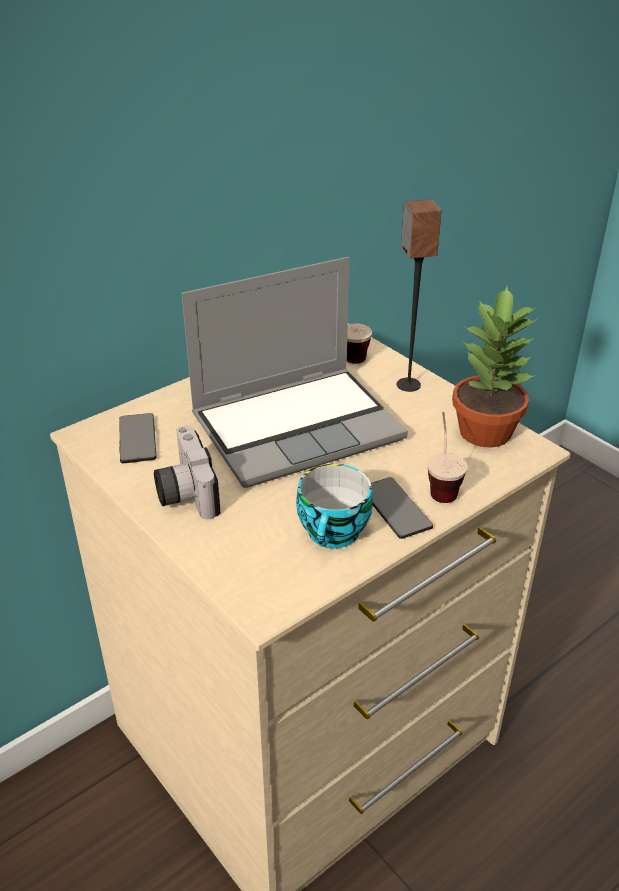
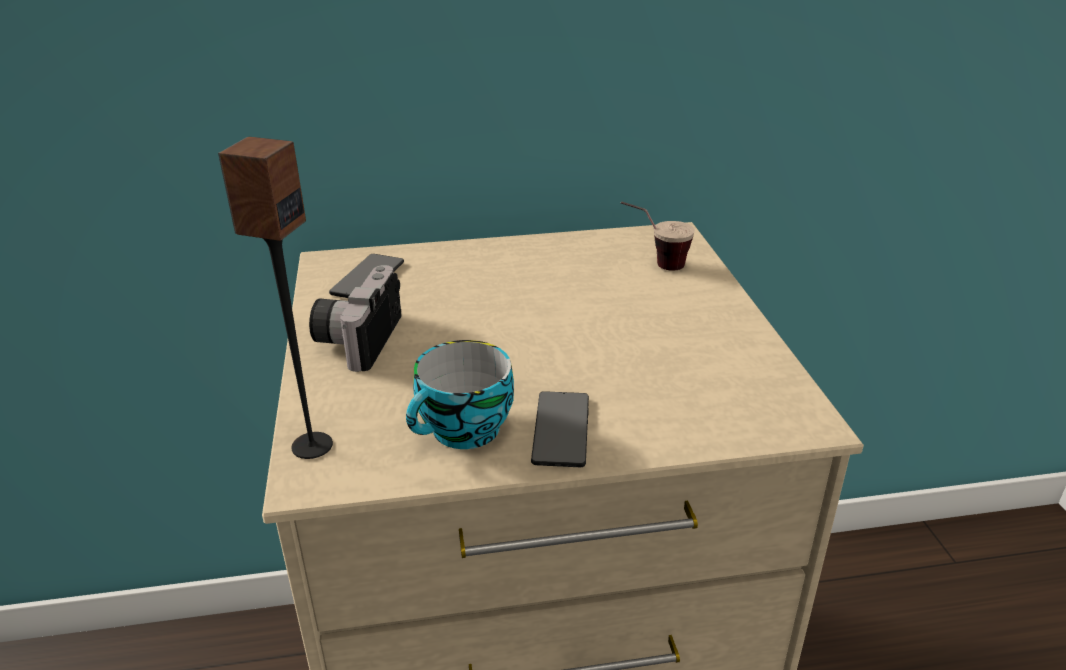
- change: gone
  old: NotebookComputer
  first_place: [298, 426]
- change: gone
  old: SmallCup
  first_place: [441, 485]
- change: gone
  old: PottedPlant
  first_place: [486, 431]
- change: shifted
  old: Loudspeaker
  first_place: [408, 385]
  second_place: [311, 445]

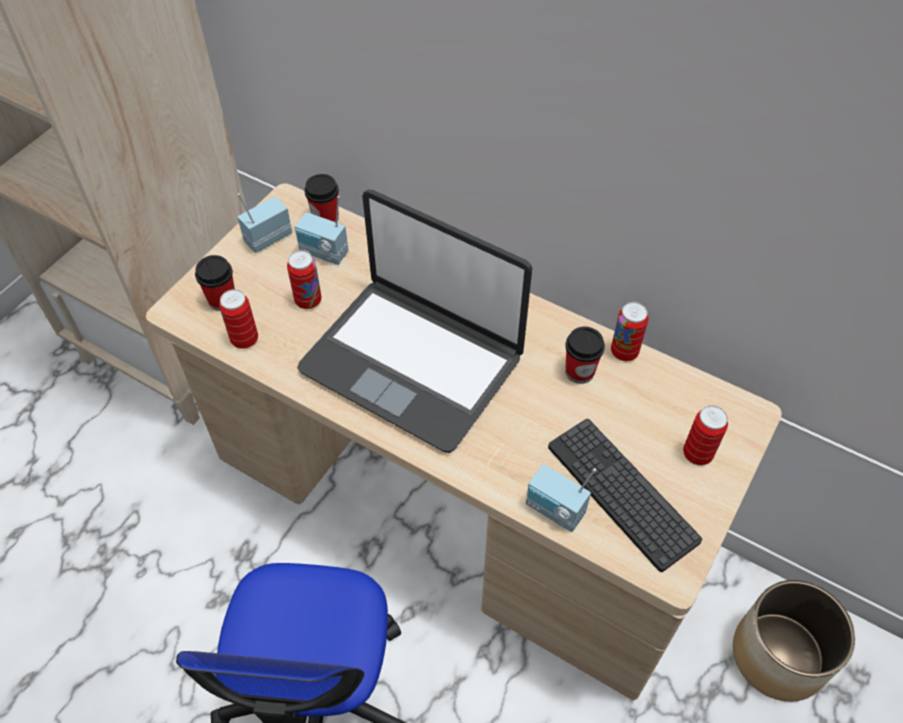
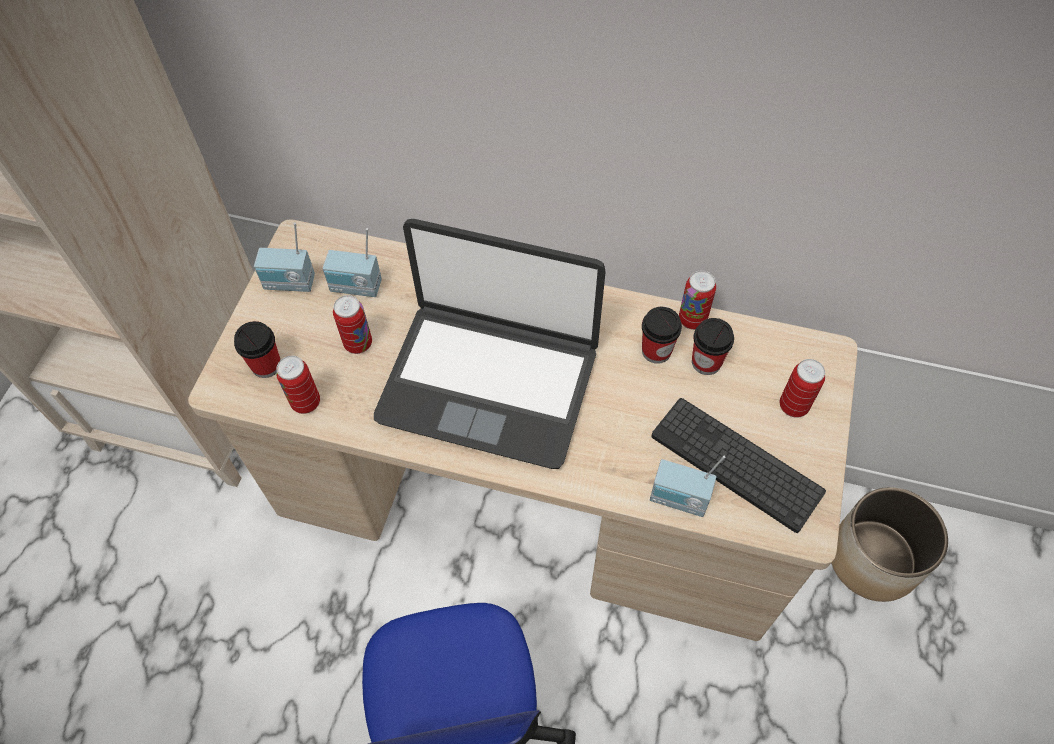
- change: shifted
  old: SmallCup
  first_place: [325, 218]
  second_place: [706, 362]
- change: rotated
  old: RadioSet
  first_place: [267, 237]
  second_place: [289, 284]
  degrees: -120

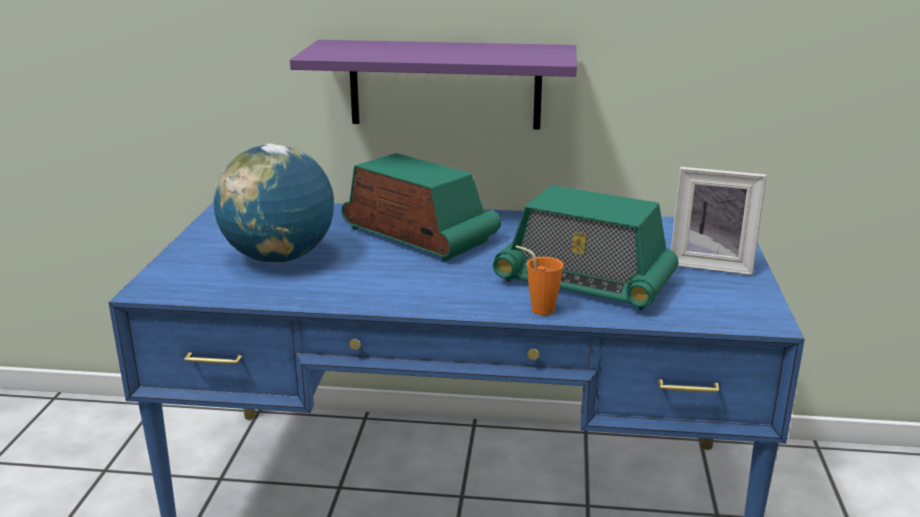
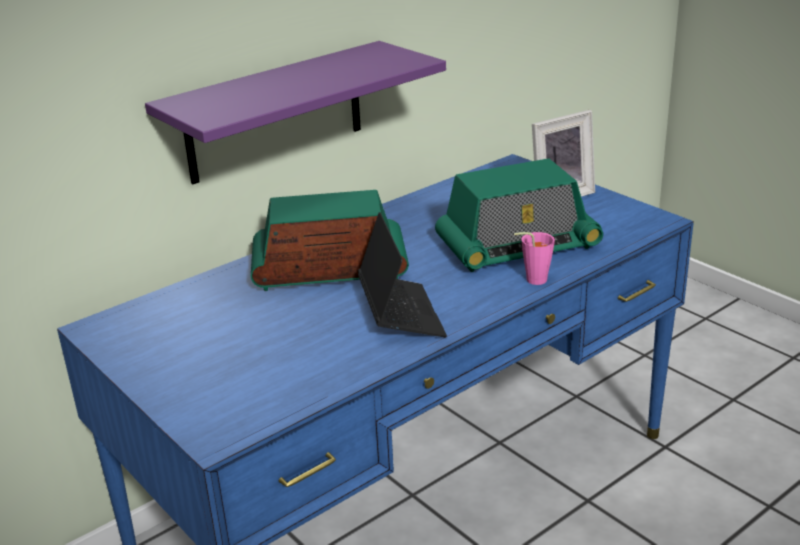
- change: gone
  old: Globe
  first_place: [279, 258]
- change: new
  new: NotebookComputer
  second_place: [400, 314]
- change: repainted
  old: OrangeColouredSmallCup
  new: PinkColouredSmallCup
  first_place: [538, 308]
  second_place: [531, 280]

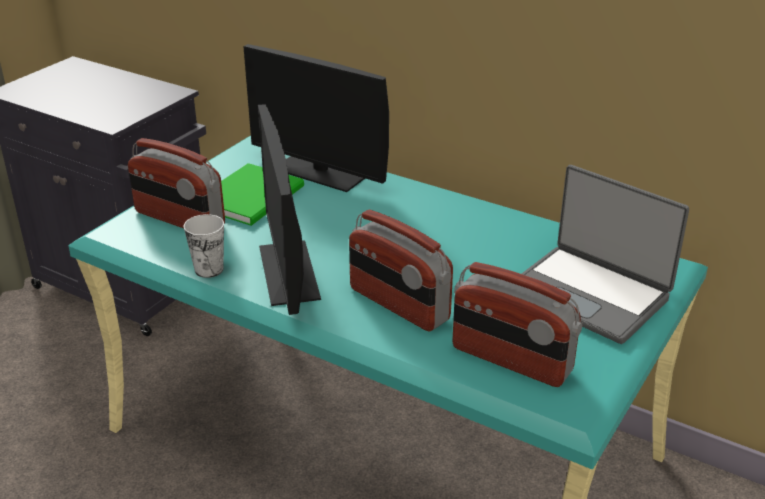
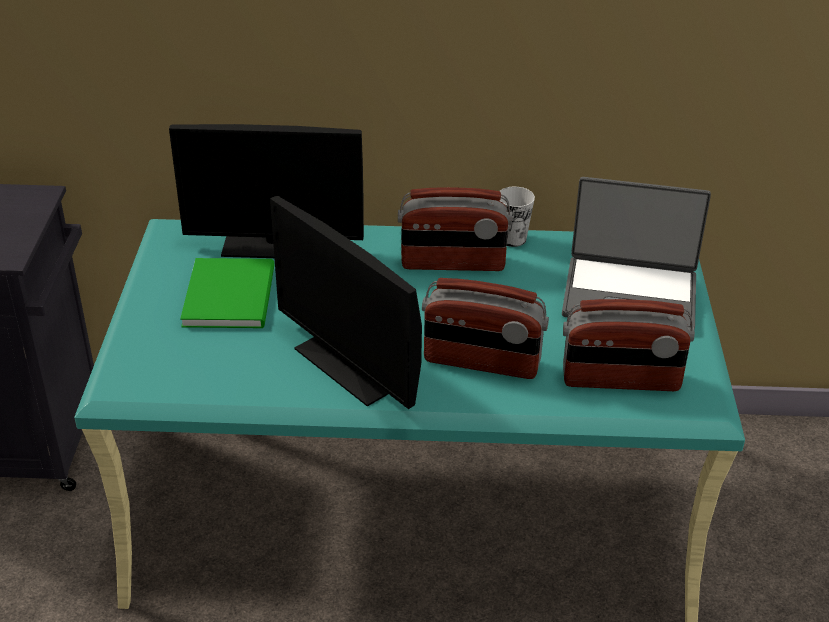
- change: shifted
  old: RadioSet
  first_place: [179, 219]
  second_place: [453, 263]
- change: shifted
  old: SmallCup
  first_place: [209, 269]
  second_place: [512, 239]

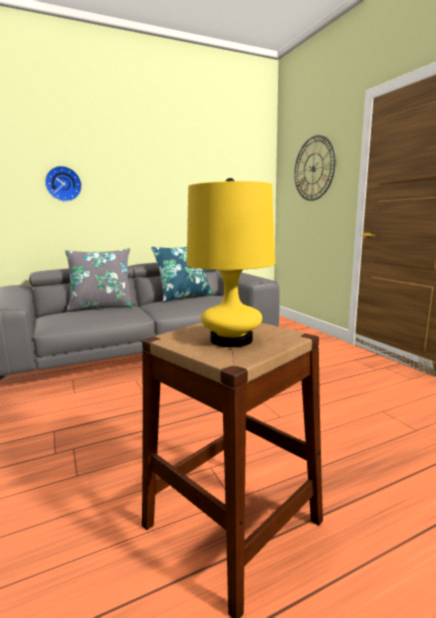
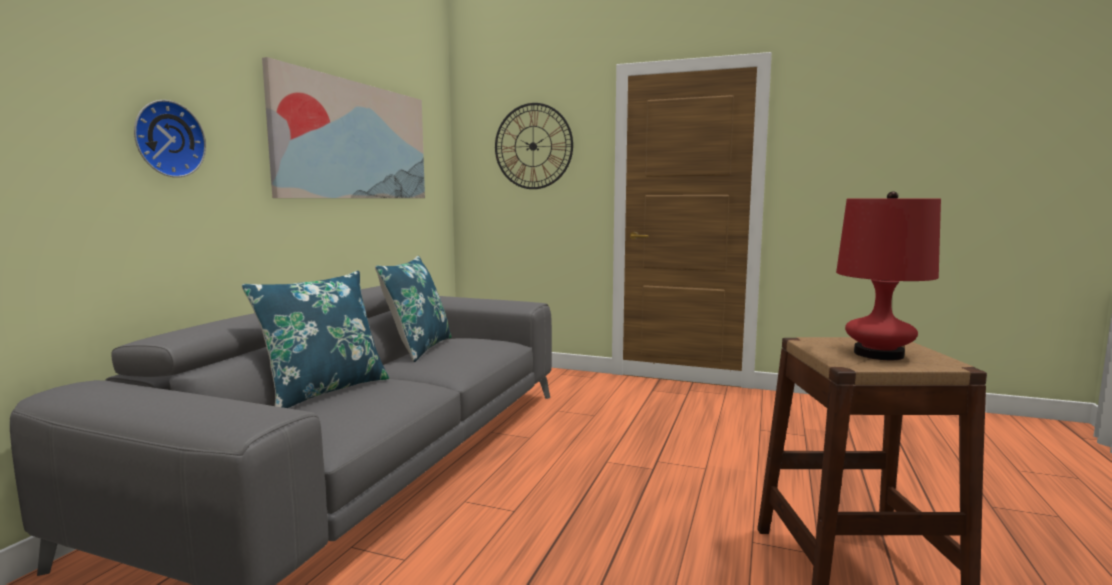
- change: new
  new: WallPicture
  second_place: [356, 141]
- change: repainted
  old: GreyishCushion
  new: BlueCushion
  first_place: [101, 306]
  second_place: [324, 390]
- change: repainted
  old: YellowishTabletopLamp
  new: ReddishTabletopLamp
  first_place: [231, 340]
  second_place: [878, 354]

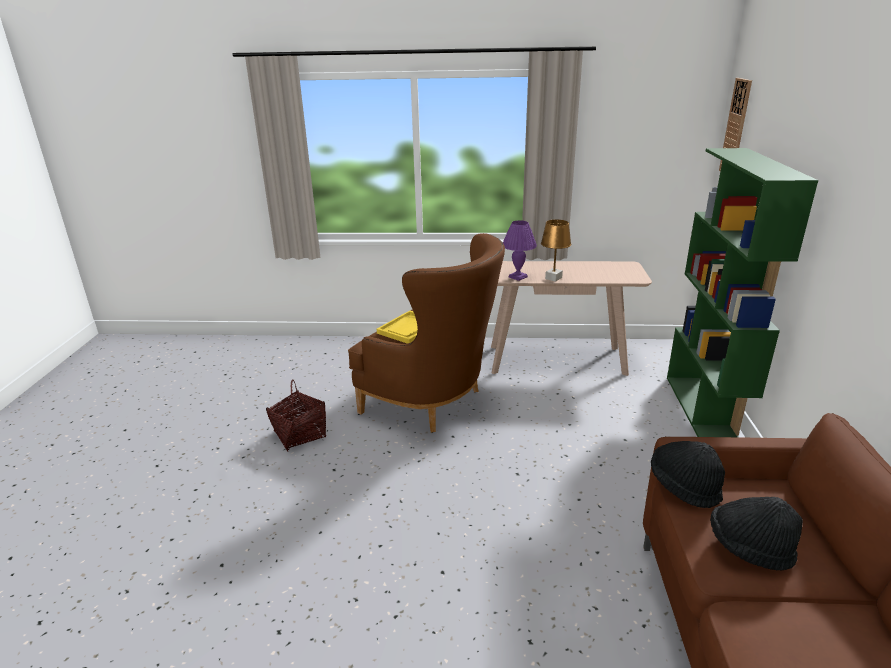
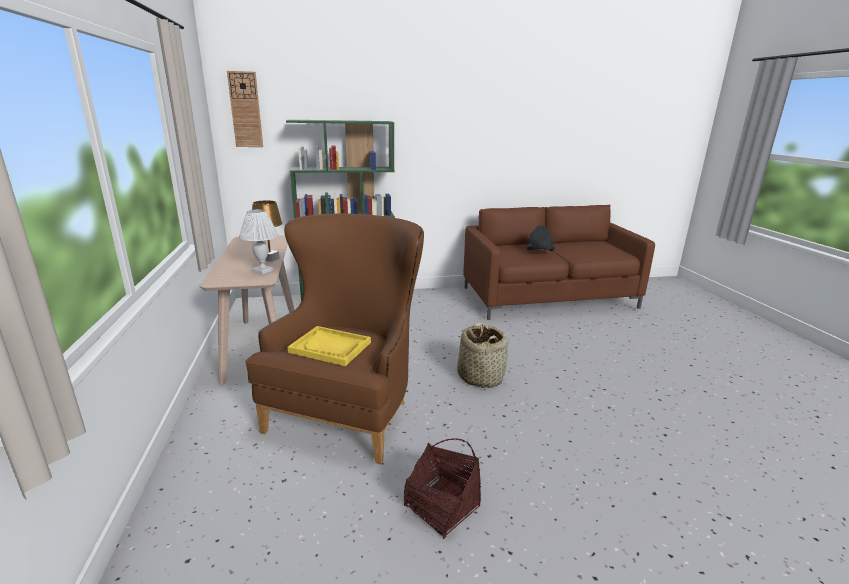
- change: gone
  old: BlackishHat
  first_place: [684, 486]
- change: new
  new: StorageBasket
  second_place: [480, 377]
- change: repainted
  old: PurpleTabletopLamp
  new: WhitishTabletopLamp
  first_place: [517, 277]
  second_place: [263, 271]

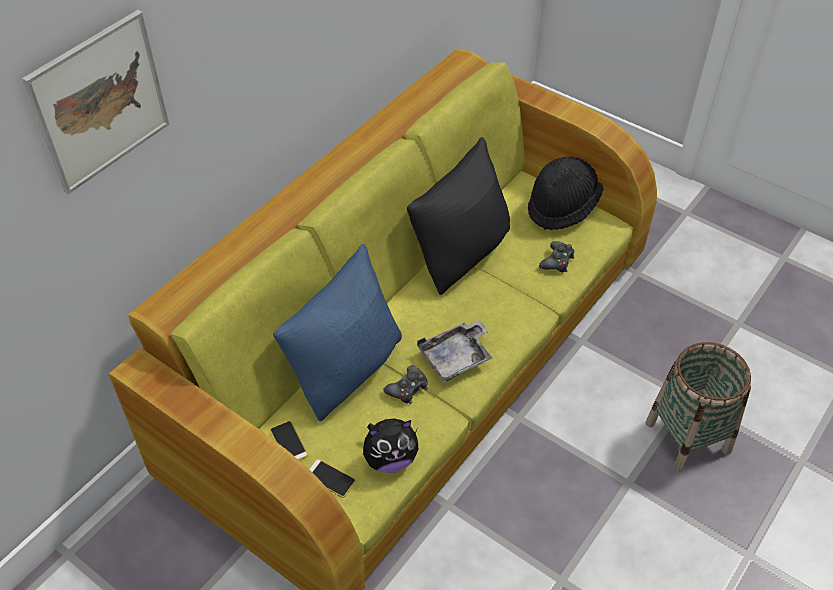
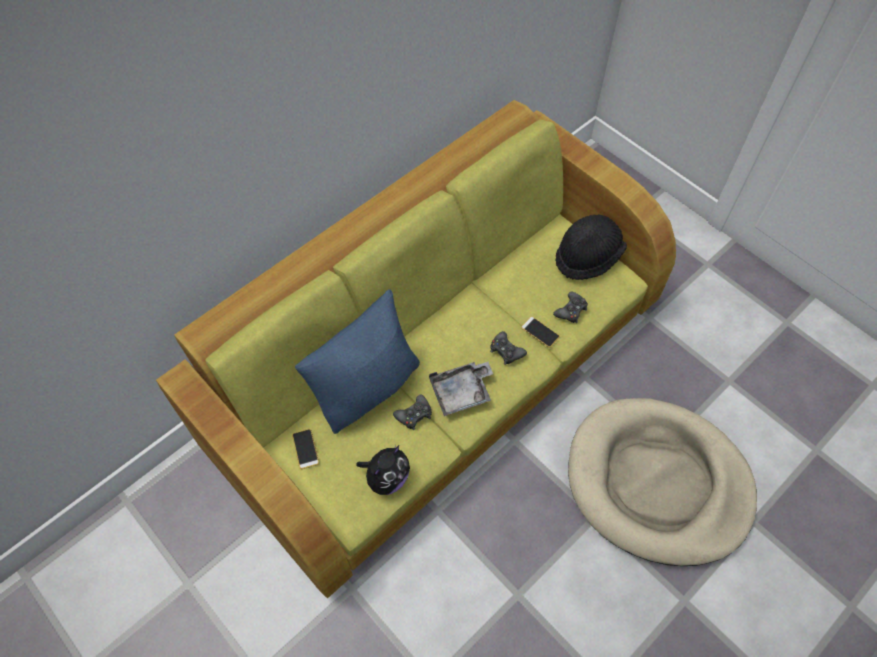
- change: gone
  old: WallPicture
  first_place: [100, 102]
- change: gone
  old: BlackishCushion
  first_place: [462, 253]
- change: new
  new: BlackishGameController
  second_place: [506, 351]
- change: shifted
  old: Telephone
  first_place: [330, 478]
  second_place: [540, 332]
- change: swapped
  old: StorageBasket
  new: BeigePetBed
  first_place: [688, 437]
  second_place: [657, 483]
- change: rotated
  old: CuddlyToy
  first_place: [390, 459]
  second_place: [387, 478]
  degrees: -45

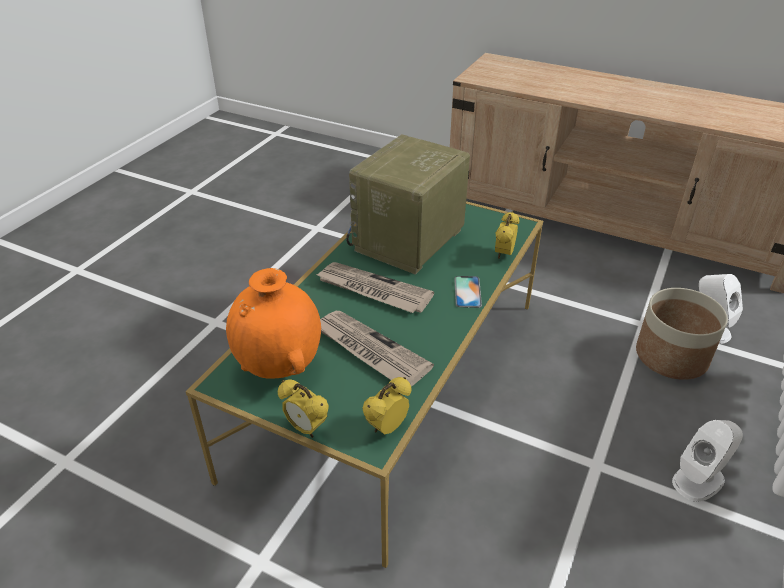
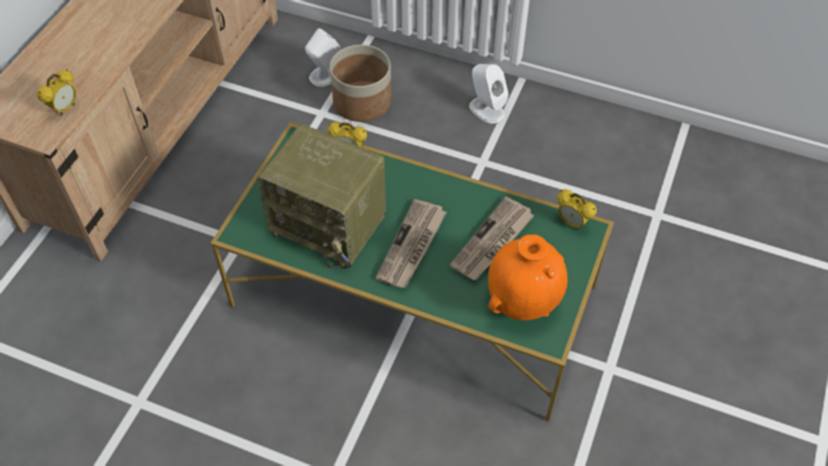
- change: gone
  old: Telephone
  first_place: [467, 292]
- change: shifted
  old: TableClock
  first_place: [306, 428]
  second_place: [65, 108]

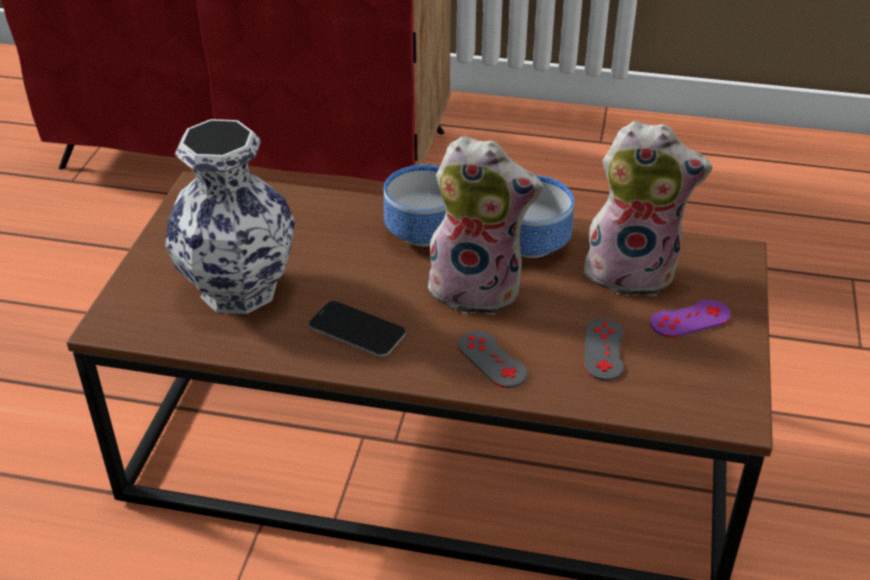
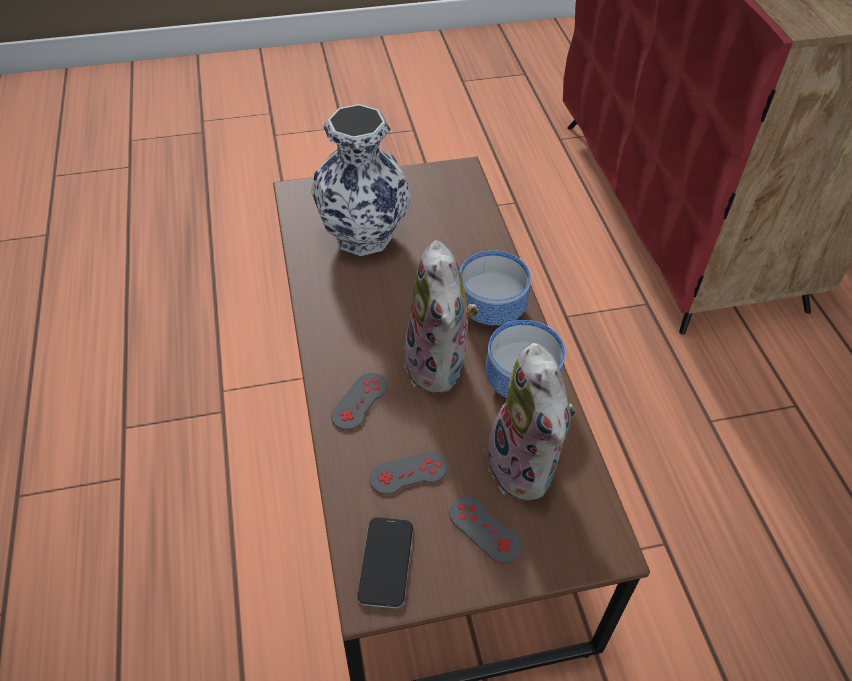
- change: shifted
  old: Telephone
  first_place: [357, 330]
  second_place: [386, 562]
- change: repainted
  old: PurpleGameController
  new: GreyishGameController
  first_place: [690, 319]
  second_place: [485, 529]

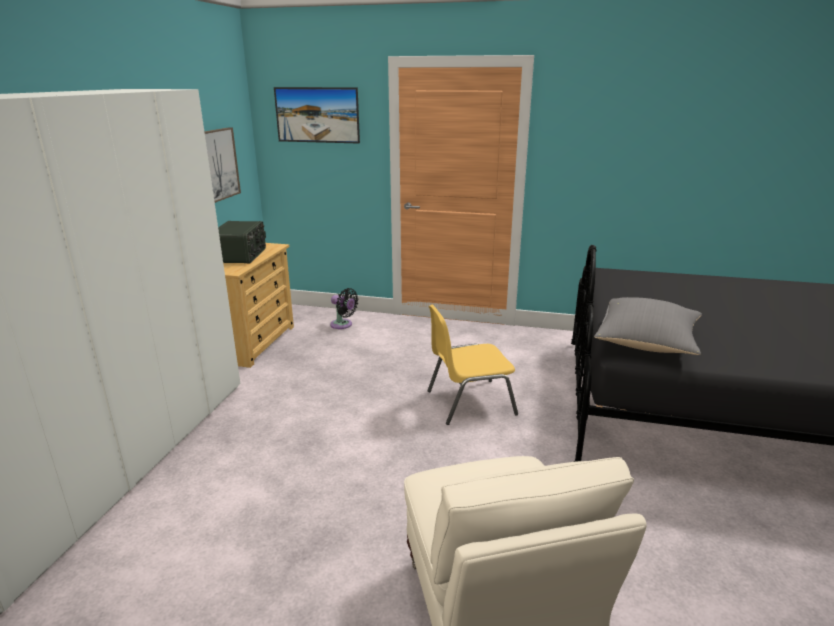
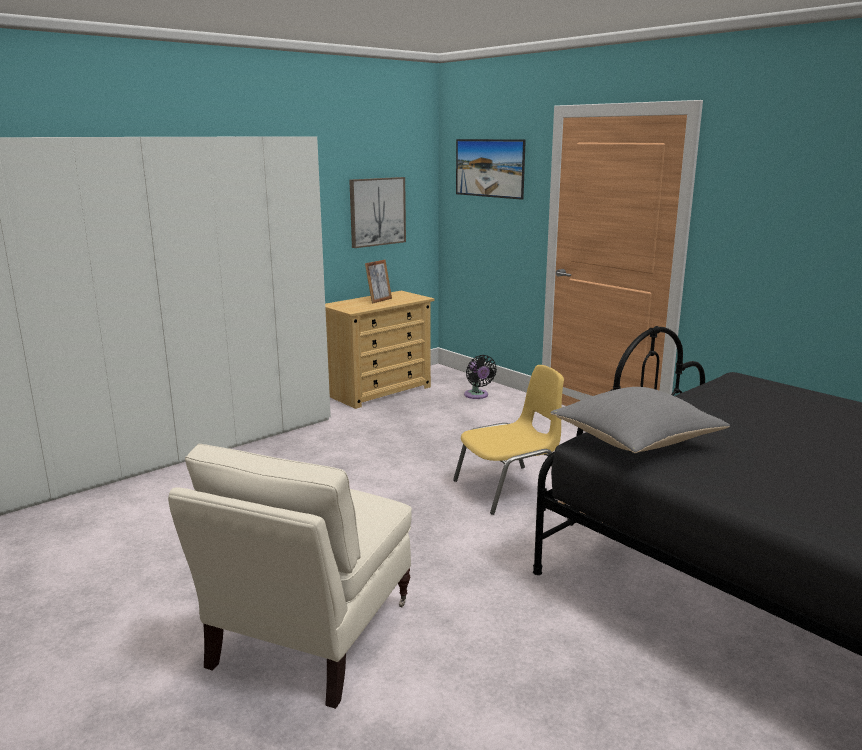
- change: swapped
  old: RadioSet
  new: PictureFrame
  first_place: [241, 255]
  second_place: [379, 300]
- change: rotated
  old: YellowishUprightChair
  first_place: [469, 402]
  second_place: [509, 488]
  degrees: 135

